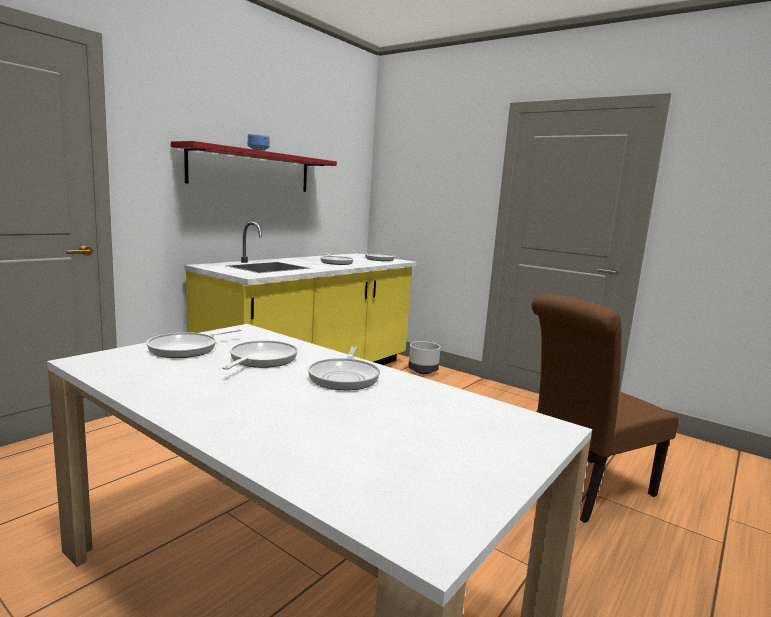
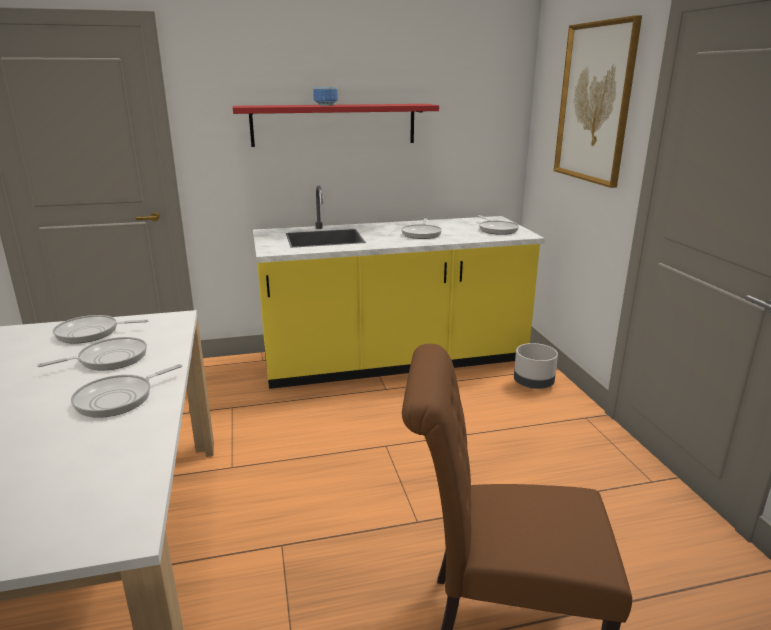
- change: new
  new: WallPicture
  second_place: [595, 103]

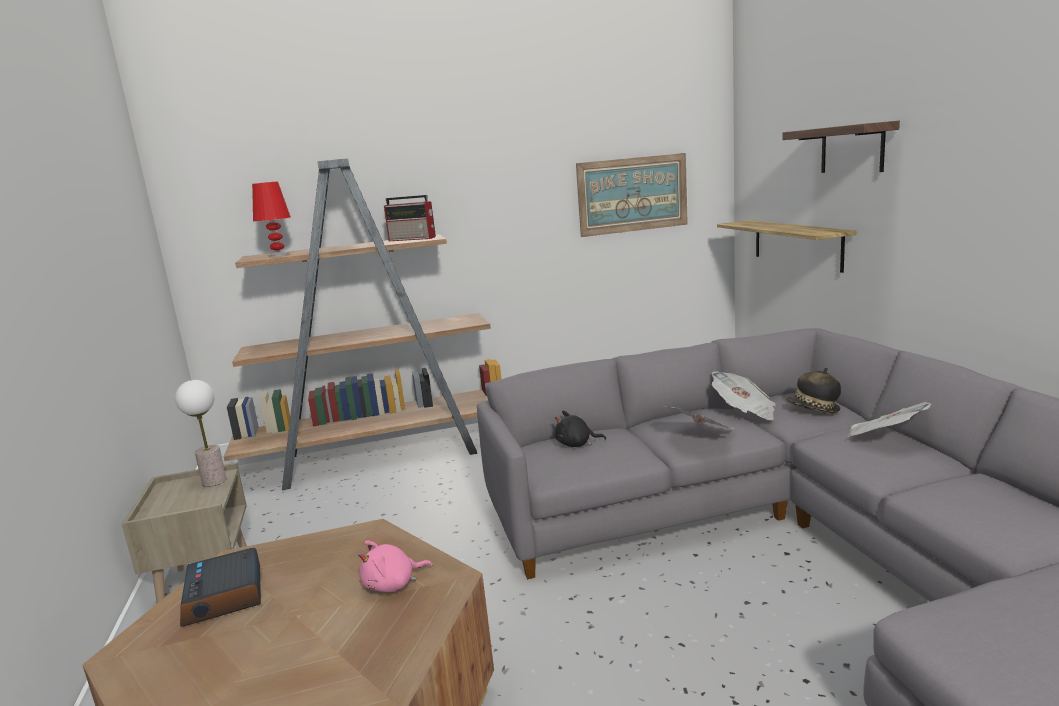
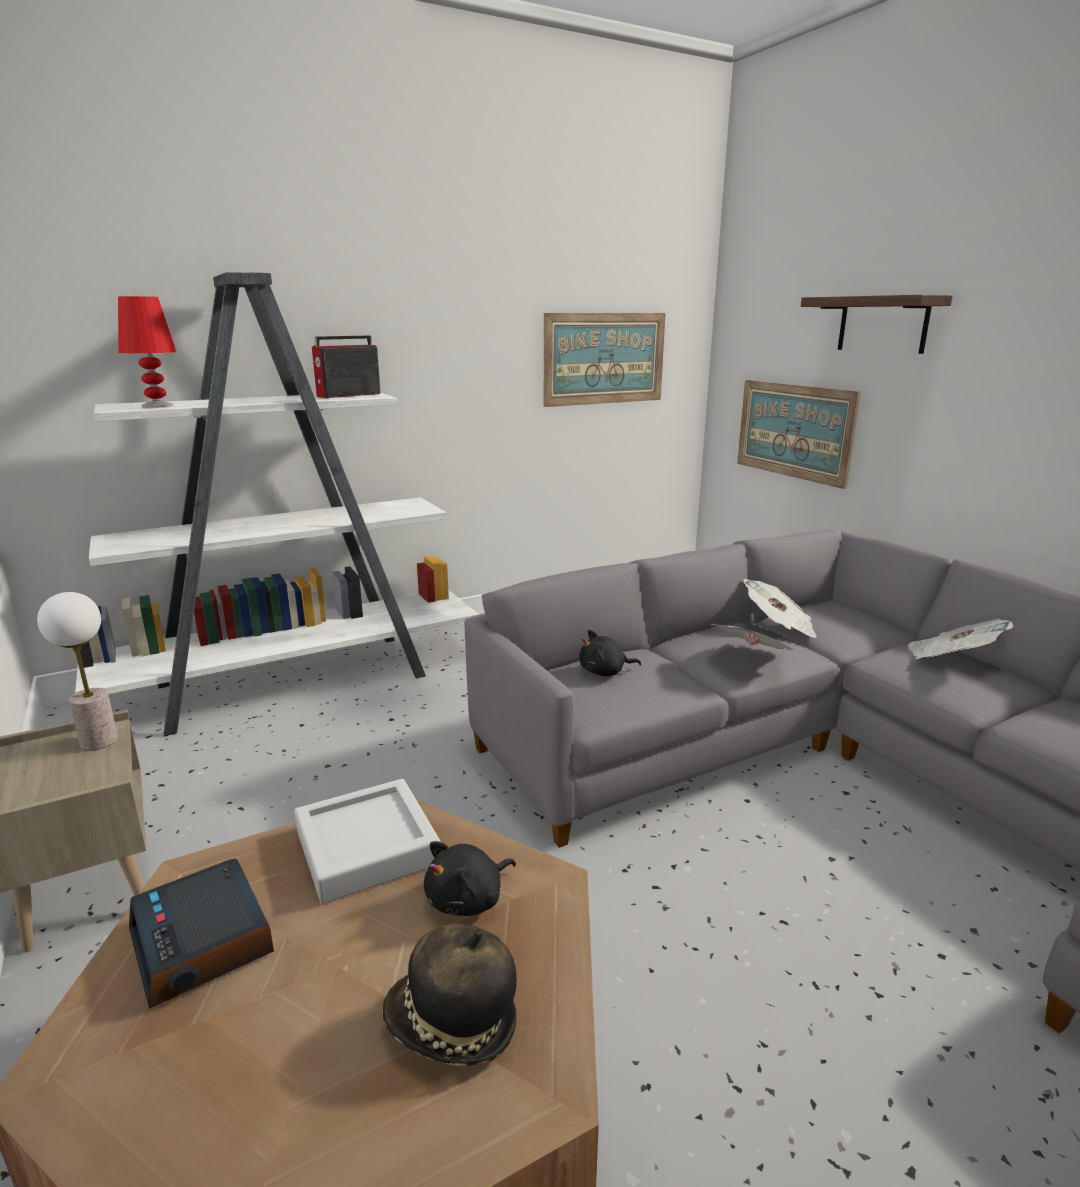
- change: new
  new: GreyishCarryingTray
  second_place: [367, 847]
- change: shifted
  old: Hat
  first_place: [813, 409]
  second_place: [452, 1024]
- change: swapped
  old: Shelf
  new: WallPicture
  first_place: [796, 244]
  second_place: [794, 430]
- change: repainted
  old: BrownColouredShelvingUnit
  new: WhitishShelvingUnit
  first_place: [384, 454]
  second_place: [298, 680]
- change: repainted
  old: PinkColouredCuddlyToy
  new: BlackishCuddlyToy
  first_place: [393, 584]
  second_place: [468, 899]
- change: rotated
  old: RadioSet
  first_place: [413, 239]
  second_place: [347, 395]
  degrees: 135

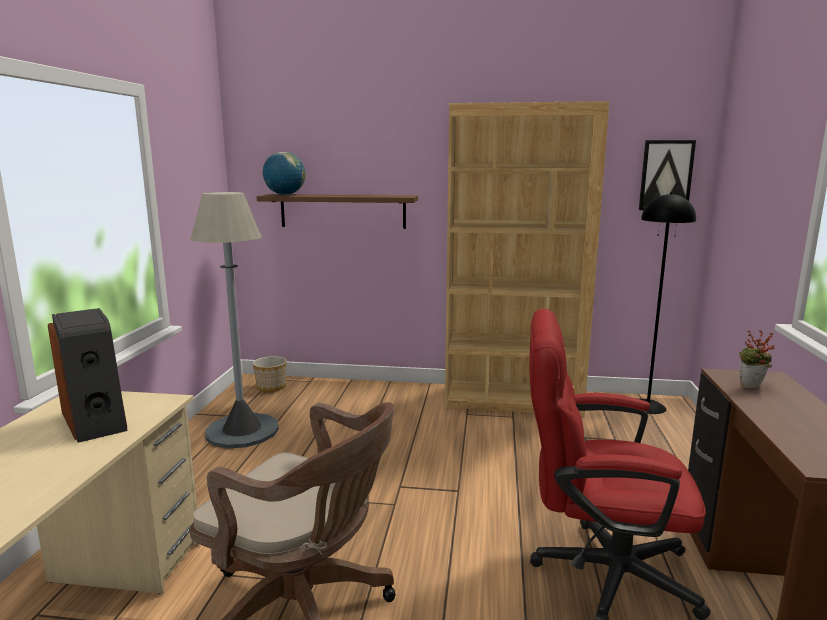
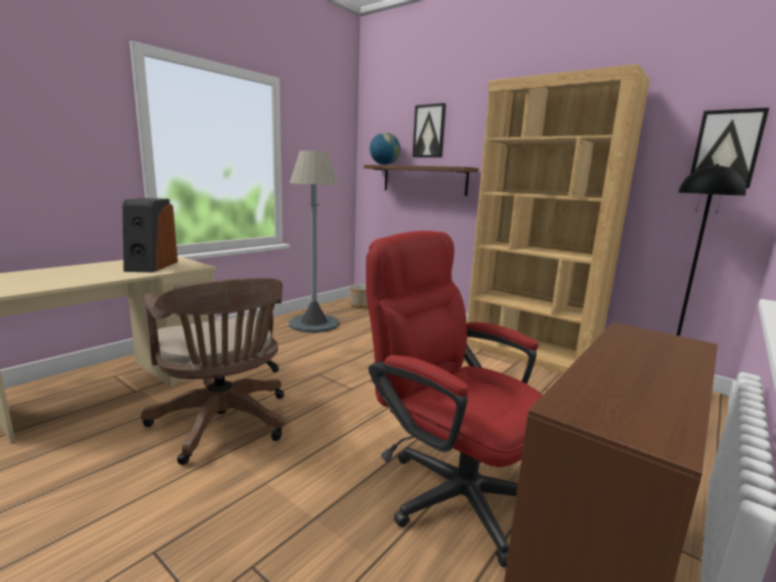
- change: gone
  old: PottedPlant
  first_place: [751, 387]
- change: new
  new: WallPicture
  second_place: [429, 131]

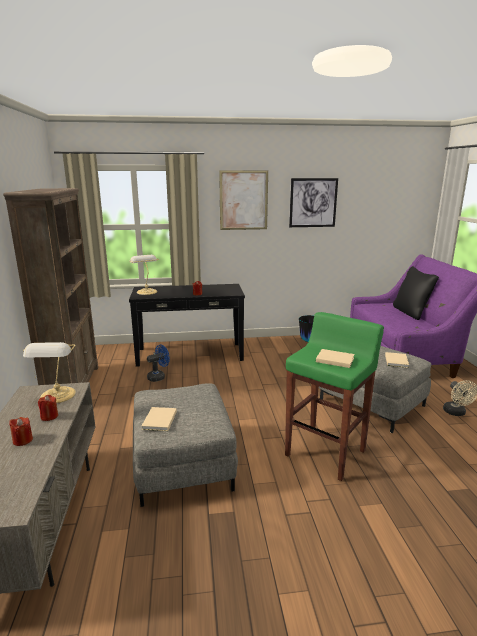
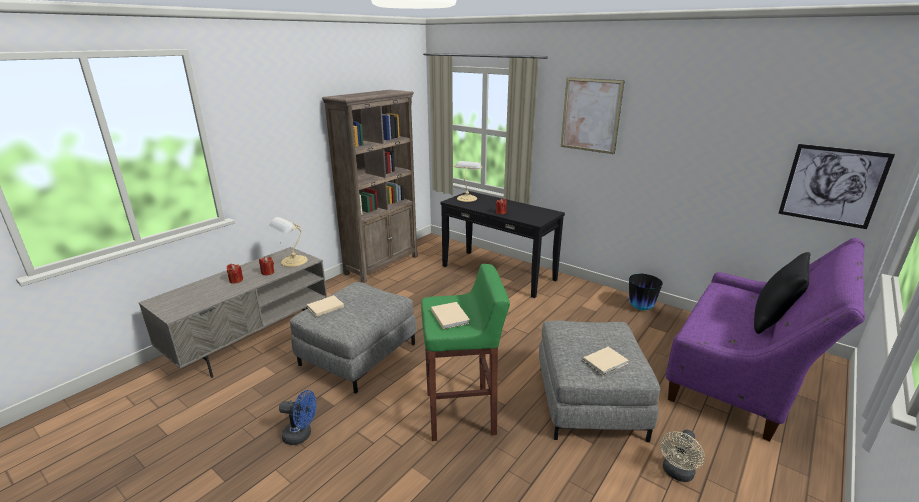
- change: shifted
  old: BlueFan
  first_place: [158, 377]
  second_place: [301, 435]
- change: shifted
  old: WallPicture
  first_place: [313, 203]
  second_place: [832, 185]

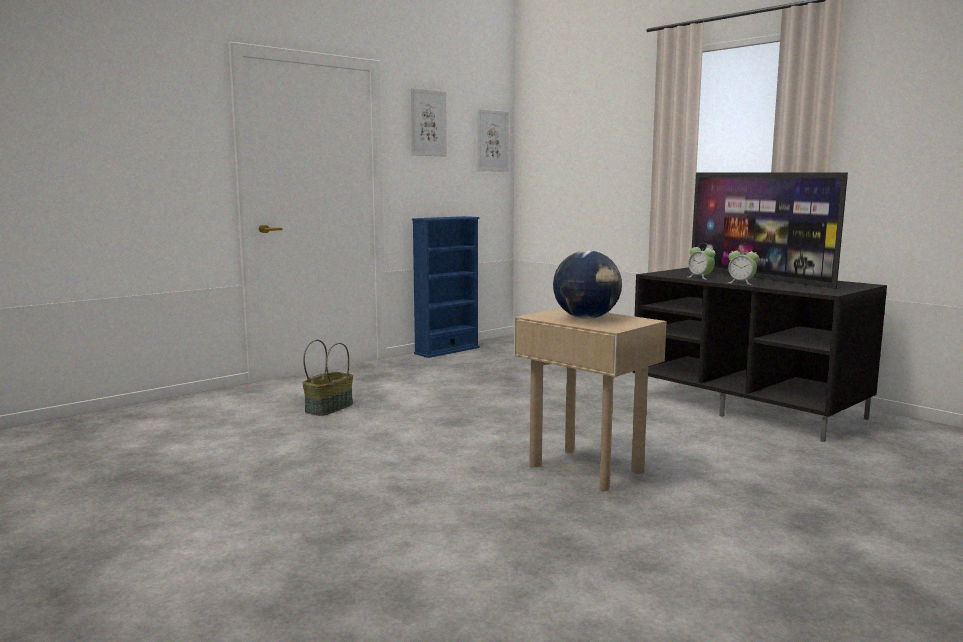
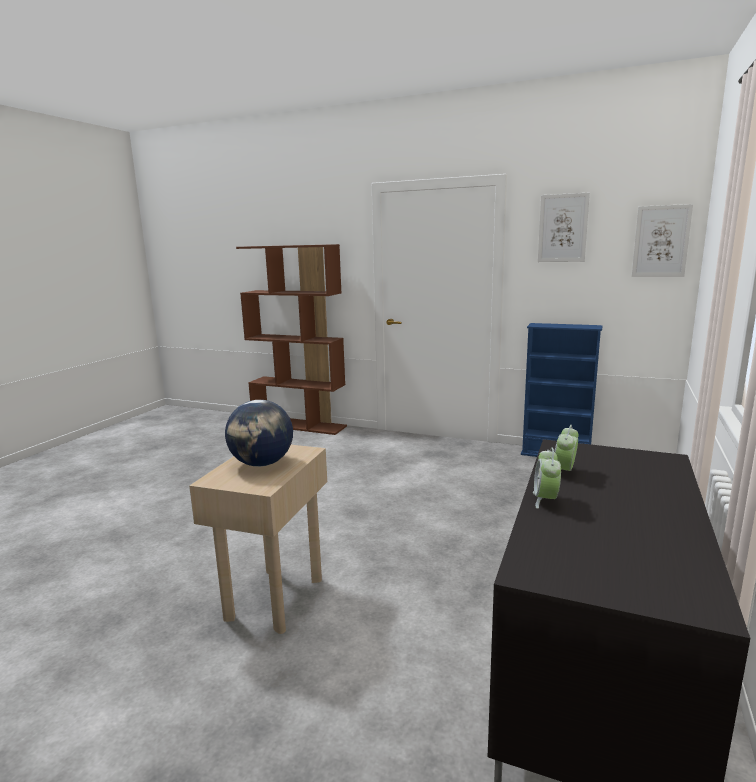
- change: gone
  old: StorageBasket
  first_place: [329, 408]
- change: gone
  old: Tv
  first_place: [759, 278]
- change: new
  new: BrownColouredShelvingUnit
  second_place: [299, 425]

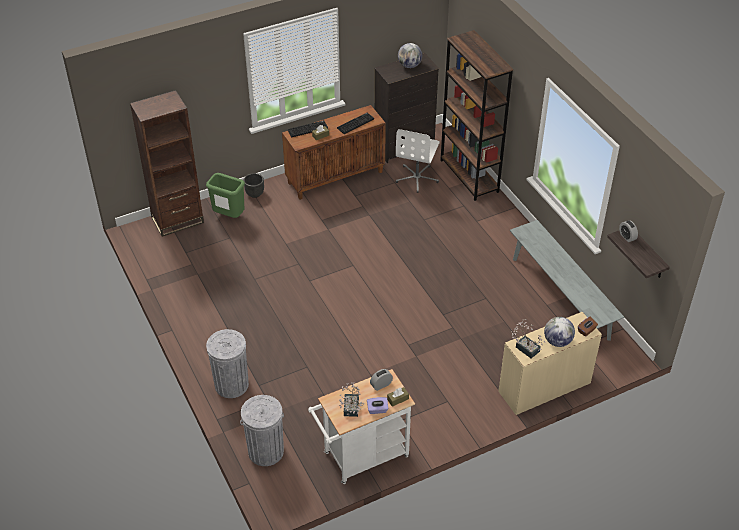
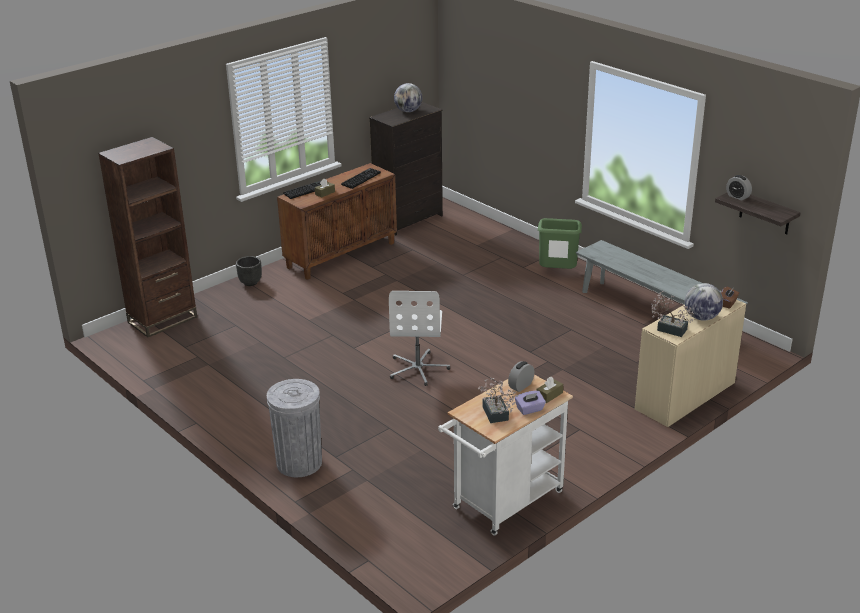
- change: gone
  old: GreyishTrashCan
  first_place: [266, 451]
- change: gone
  old: BrownColouredShelvingUnit
  first_place: [469, 176]
- change: shifted
  old: GreenColouredTrashCan
  first_place: [228, 216]
  second_place: [557, 273]
- change: shifted
  old: WhitishDeskChair
  first_place: [417, 178]
  second_place: [418, 368]

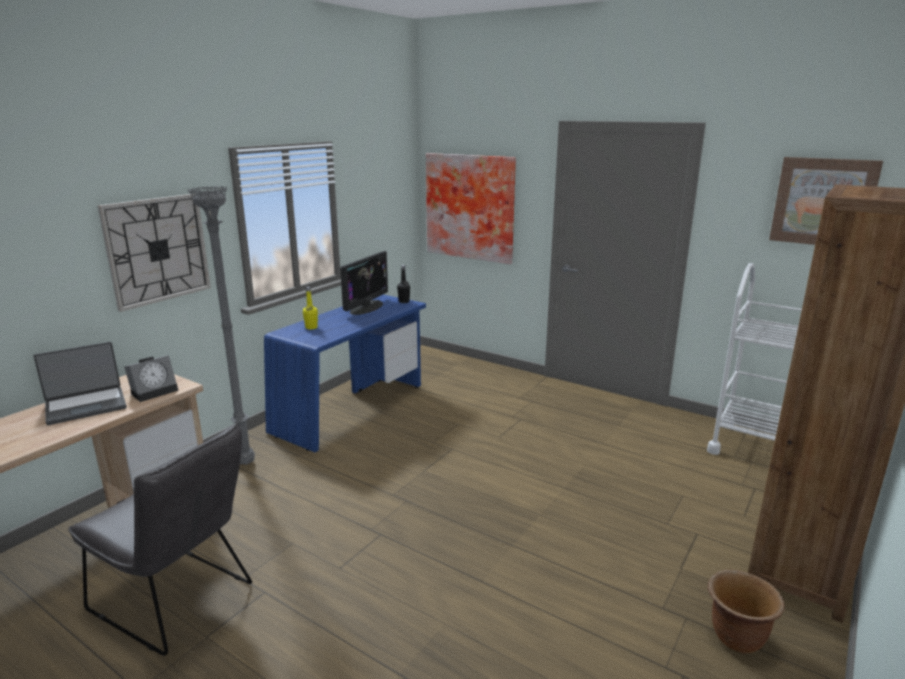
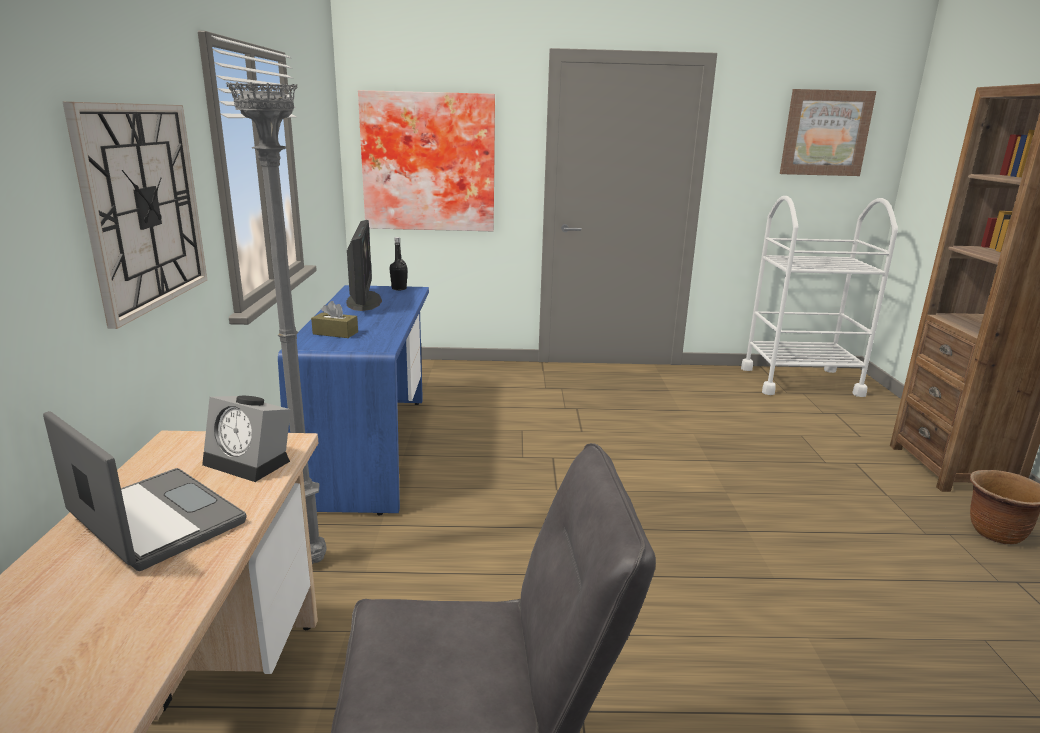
- change: swapped
  old: YellowishBeverageBottle
  new: BrownColouredTissueHolder
  first_place: [311, 327]
  second_place: [335, 333]
- change: rotated
  old: NotebookComputer
  first_place: [86, 406]
  second_place: [154, 521]
  degrees: -75
- change: rotated
  old: TableClock
  first_place: [155, 391]
  second_place: [251, 462]
  degrees: 105

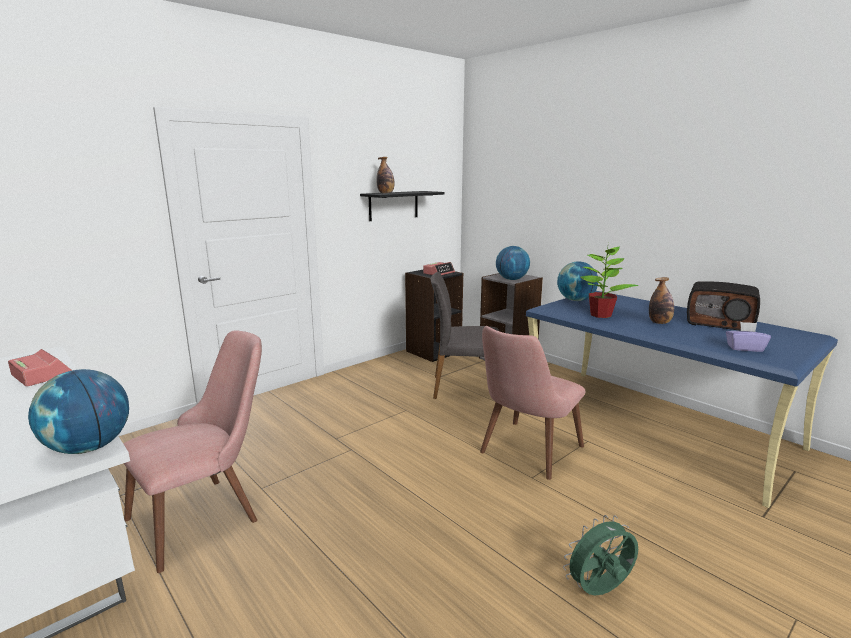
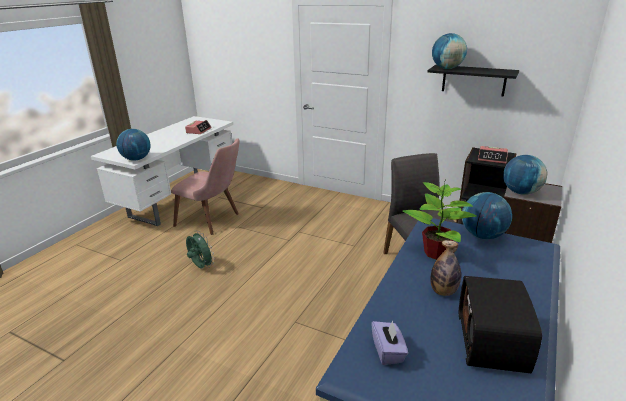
- change: gone
  old: PinkColouredUprightChair
  first_place: [525, 454]
- change: shifted
  old: GreenColouredFan
  first_place: [600, 591]
  second_place: [200, 267]
- change: swapped
  old: BeverageBottle
  new: Globe
  first_place: [385, 193]
  second_place: [447, 68]

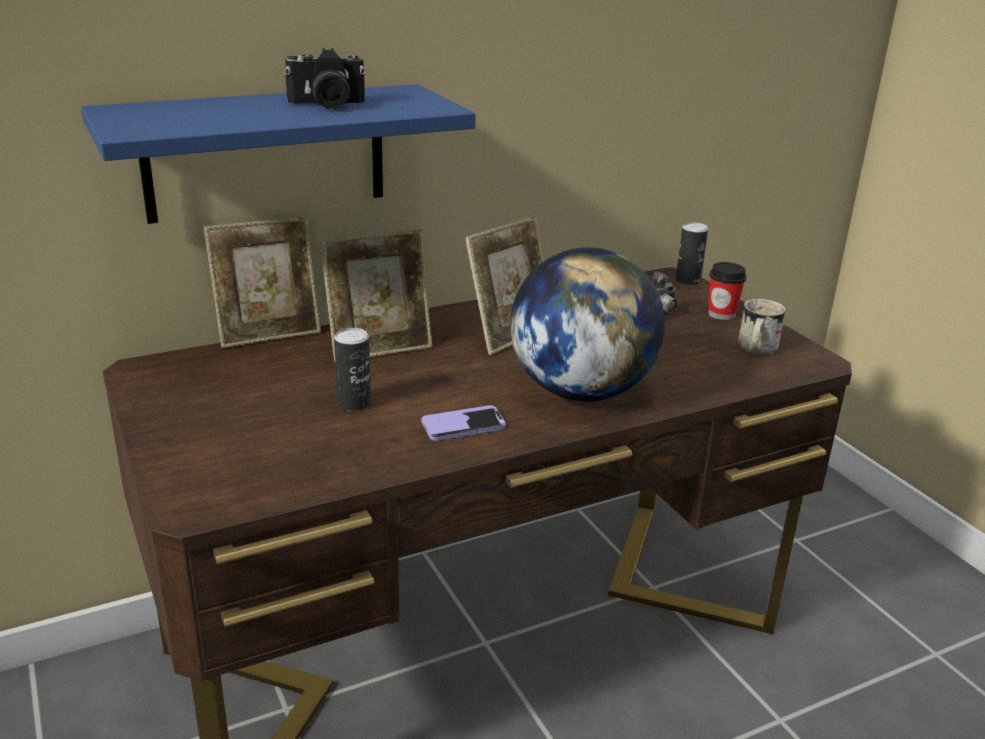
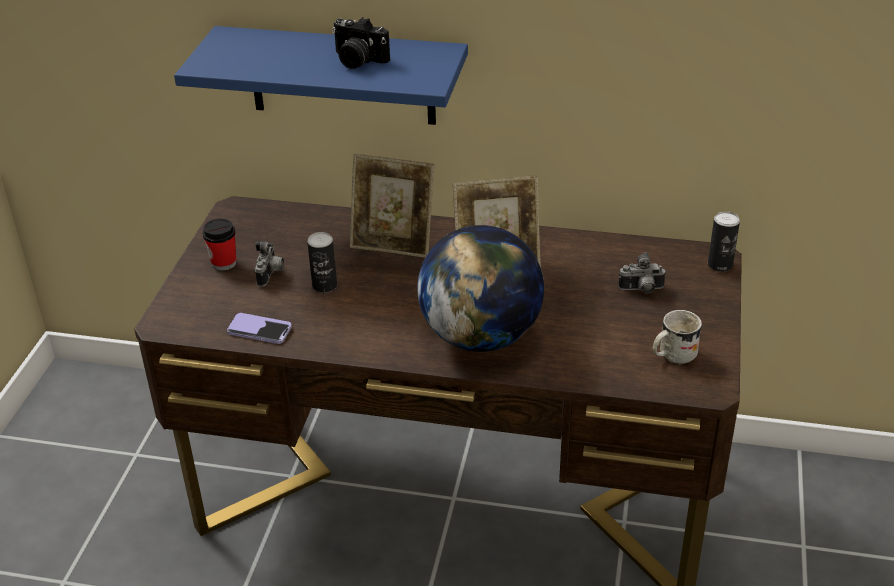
- change: gone
  old: PictureFrame
  first_place: [268, 333]
- change: new
  new: PhotoCamera
  second_place: [271, 274]
- change: shifted
  old: Telephone
  first_place: [463, 425]
  second_place: [259, 330]
- change: shifted
  old: SmallCup
  first_place: [721, 314]
  second_place: [224, 263]

